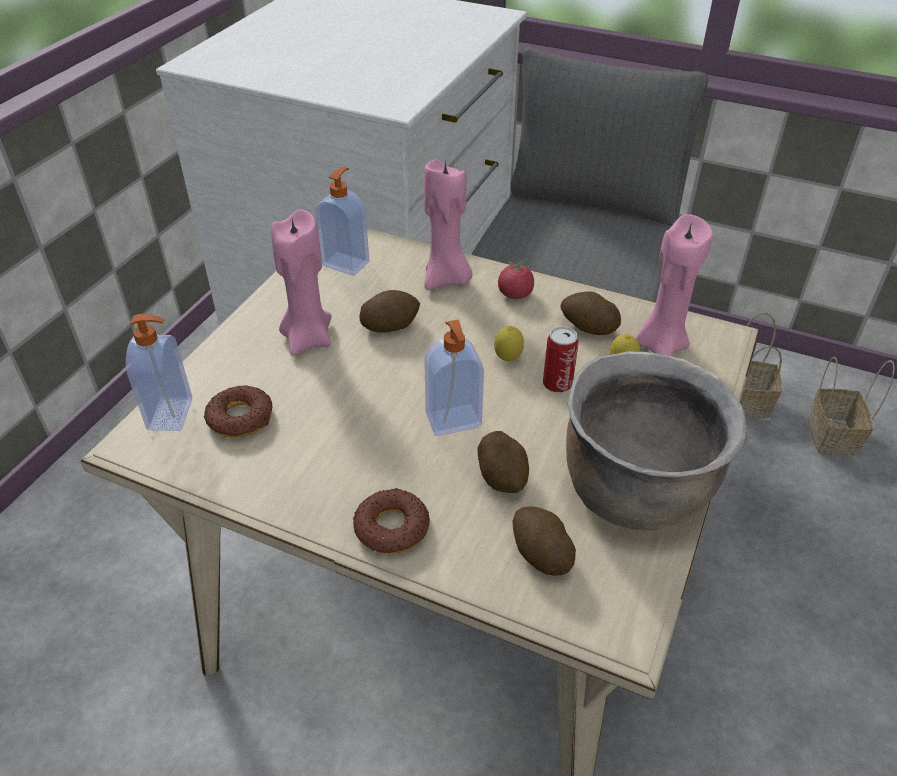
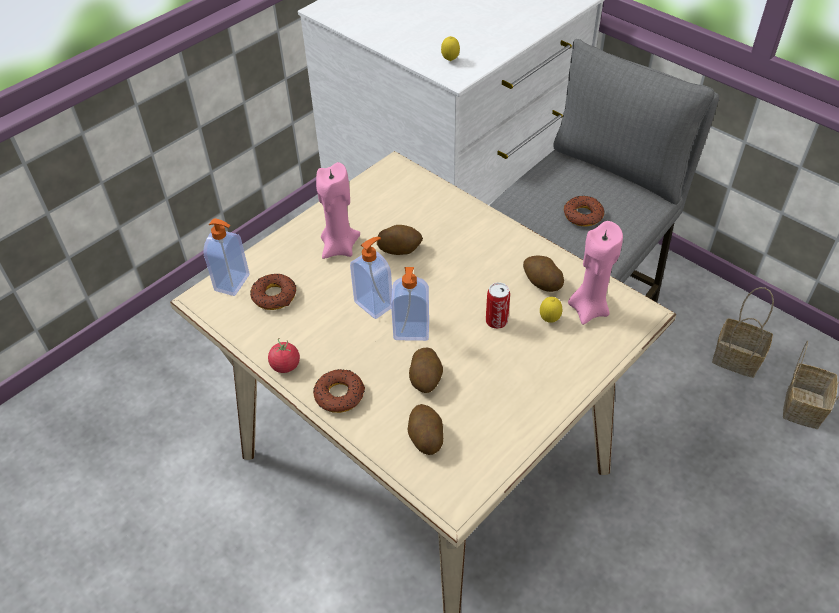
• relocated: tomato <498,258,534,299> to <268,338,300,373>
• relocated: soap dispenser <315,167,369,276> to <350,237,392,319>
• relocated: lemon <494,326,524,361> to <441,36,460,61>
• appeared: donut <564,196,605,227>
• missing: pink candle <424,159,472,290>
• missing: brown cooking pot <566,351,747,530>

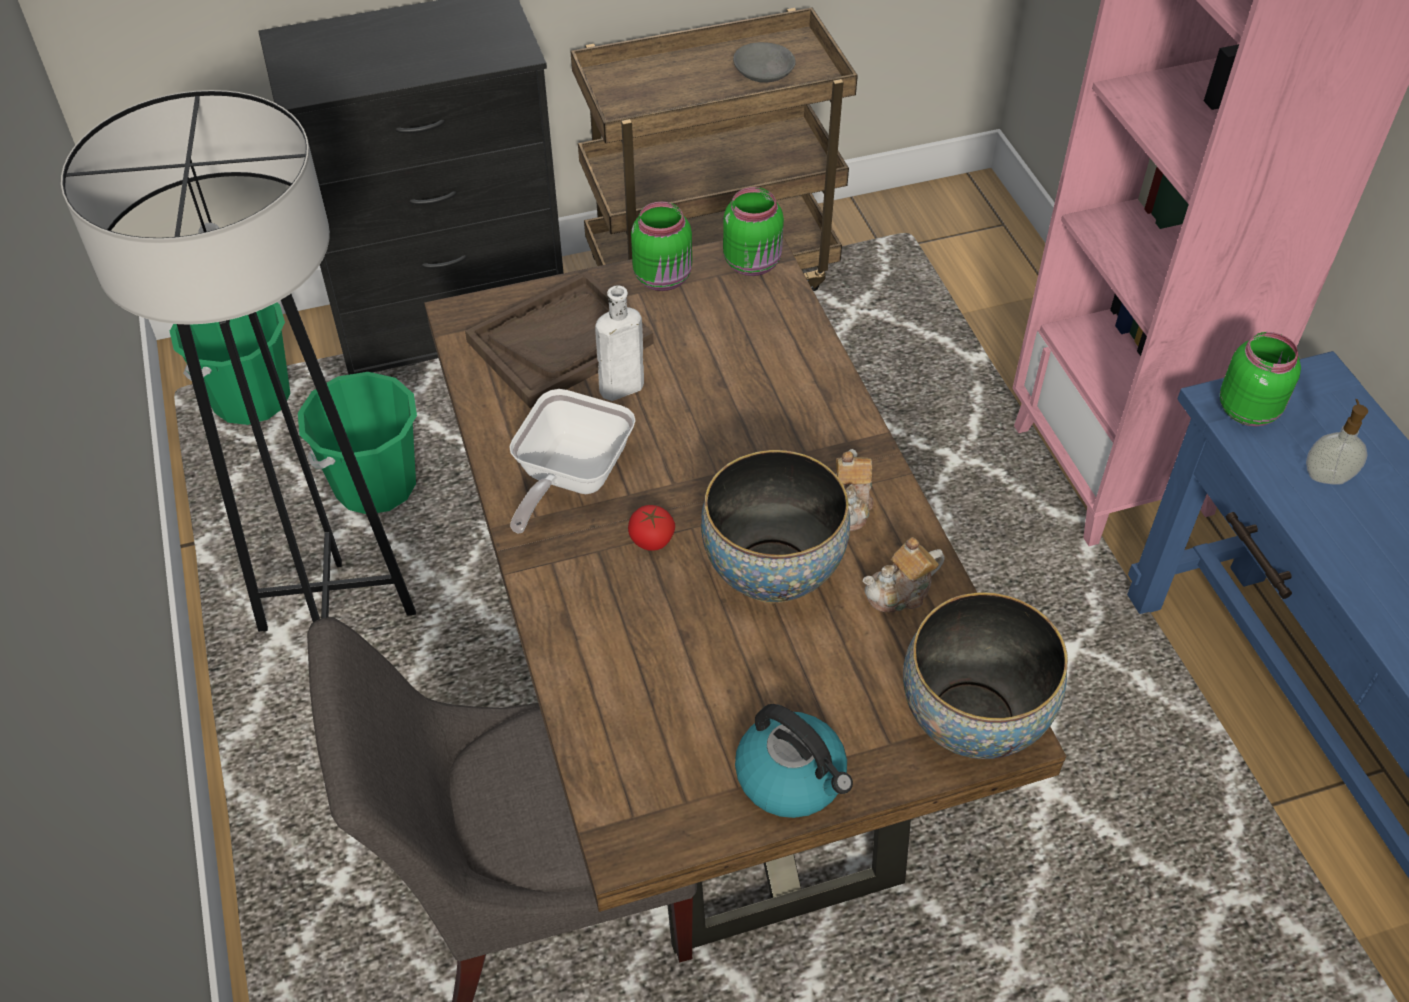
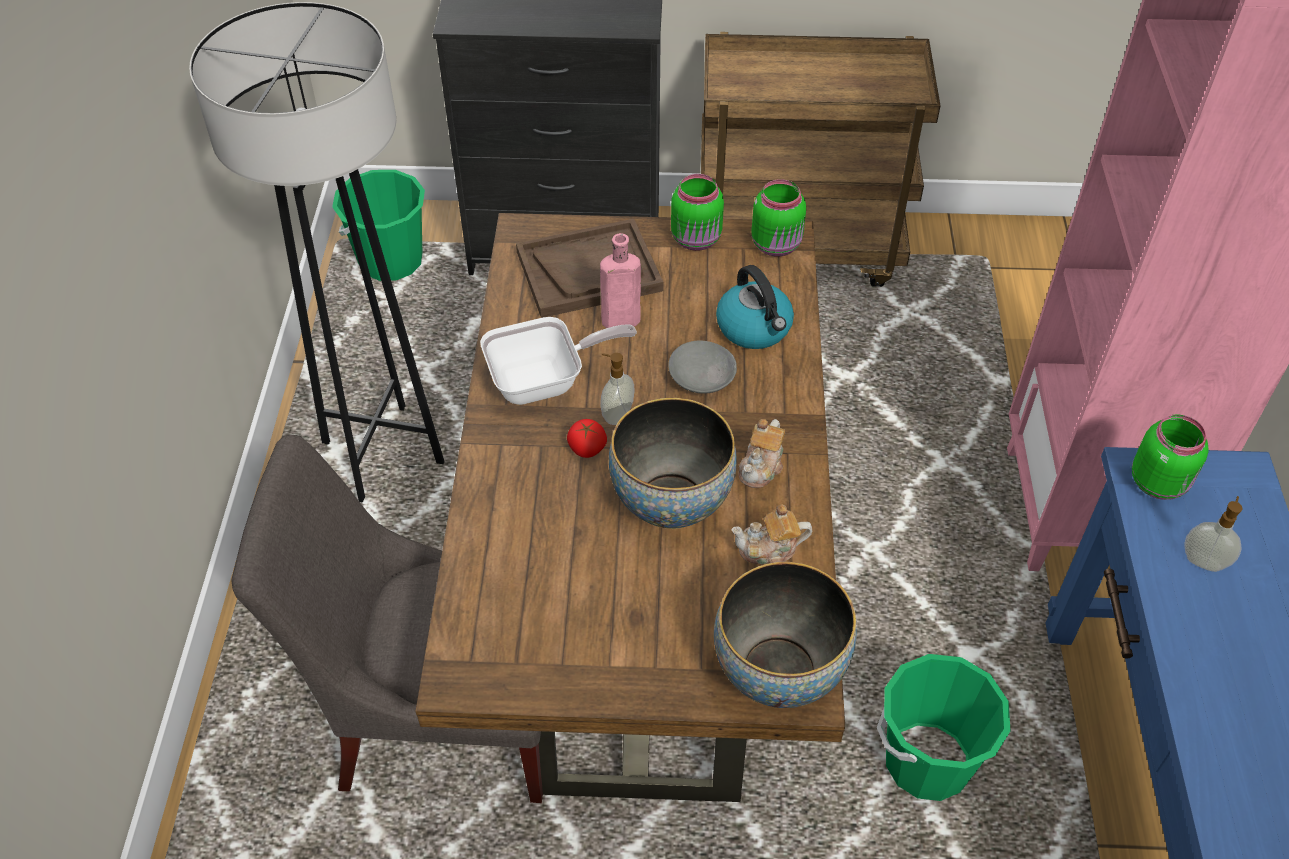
• spun: frying pan <509,389,636,534> = <480,317,637,405> 150 degrees counterclockwise
• colour: white bottle <595,286,644,401> to pink bottle <600,233,641,328>
• appeared: soap dispenser <601,353,635,425>
• relocated: grey bowl <733,42,796,83> to <668,341,737,394>
• relocated: kettle <735,704,853,818> to <716,265,794,349>
• relocated: green bucket <298,372,417,514> to <877,654,1011,801>

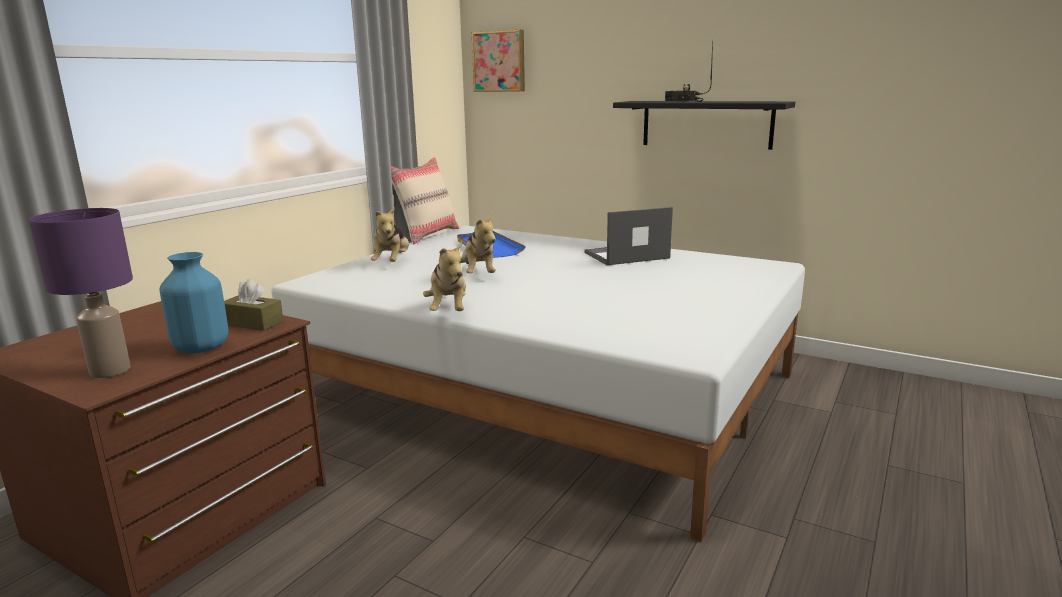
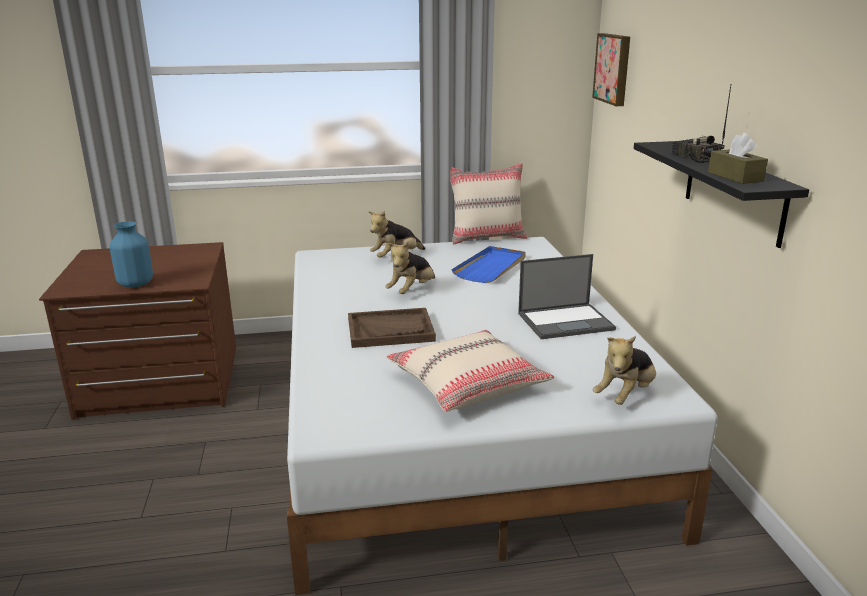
• appeared: brown tray <348,308,436,348>
• appeared: beige pillow <386,330,554,412>
• spun: laptop <584,207,673,265> = <518,254,616,339> 135 degrees clockwise
• relocated: plush toy <423,242,466,311> to <593,336,656,405>
• relocated: brown tissue box <224,279,283,331> to <708,133,768,184>
• missing: purple table lamp <29,208,133,378>

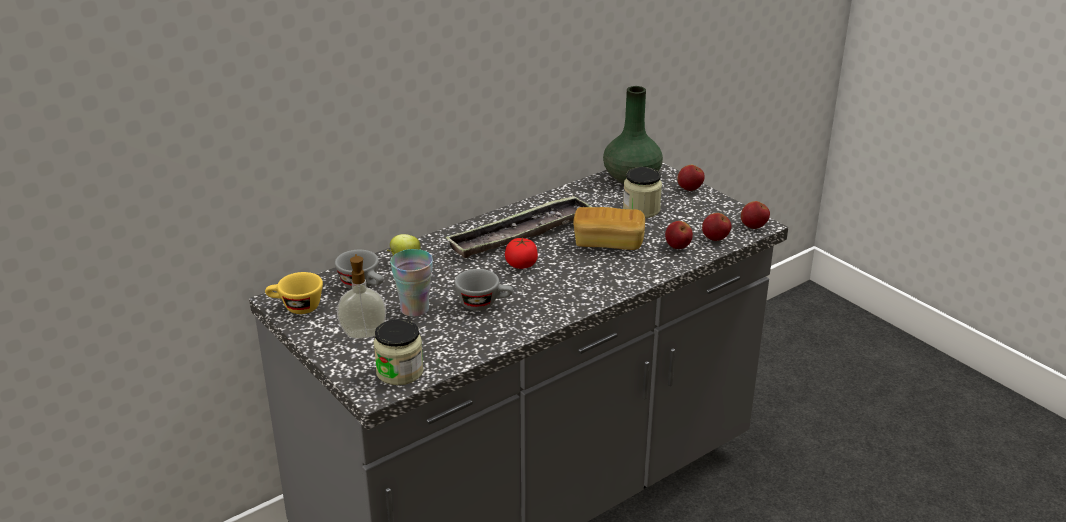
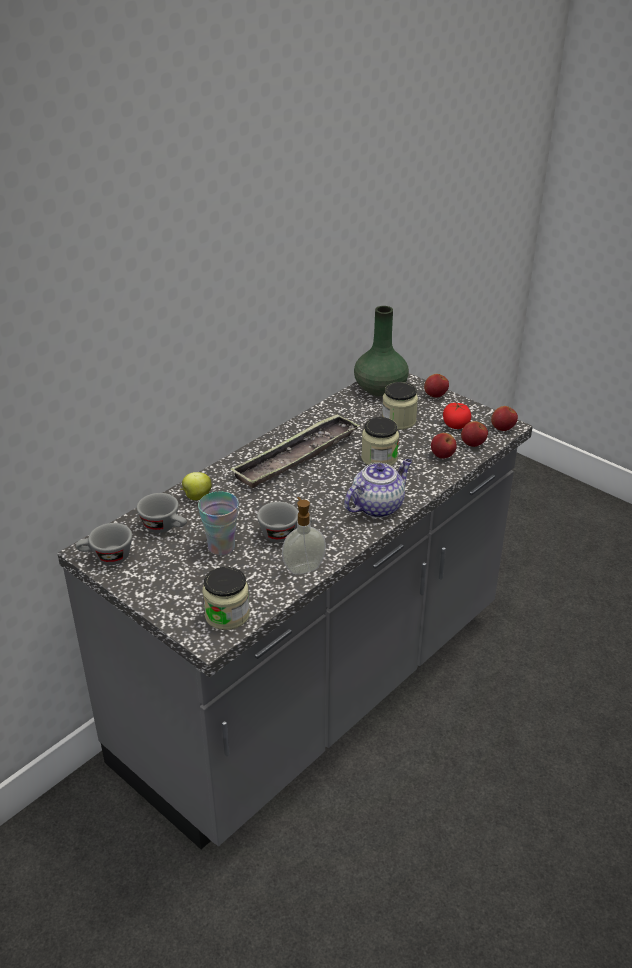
• colour: yellow cup <265,272,323,314> to grey cup <76,523,132,565>
• relocated: soap dispenser <337,254,386,339> to <282,497,326,574>
• appeared: teapot <344,459,412,518>
• exchanged: bread <573,207,645,250> to jar <361,417,399,466>
• relocated: tomato <505,237,538,269> to <443,403,471,429>

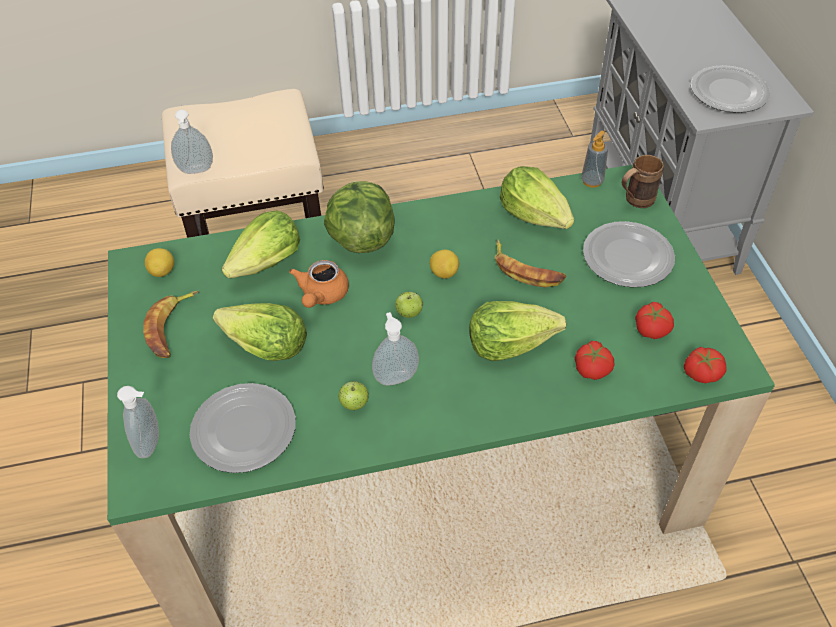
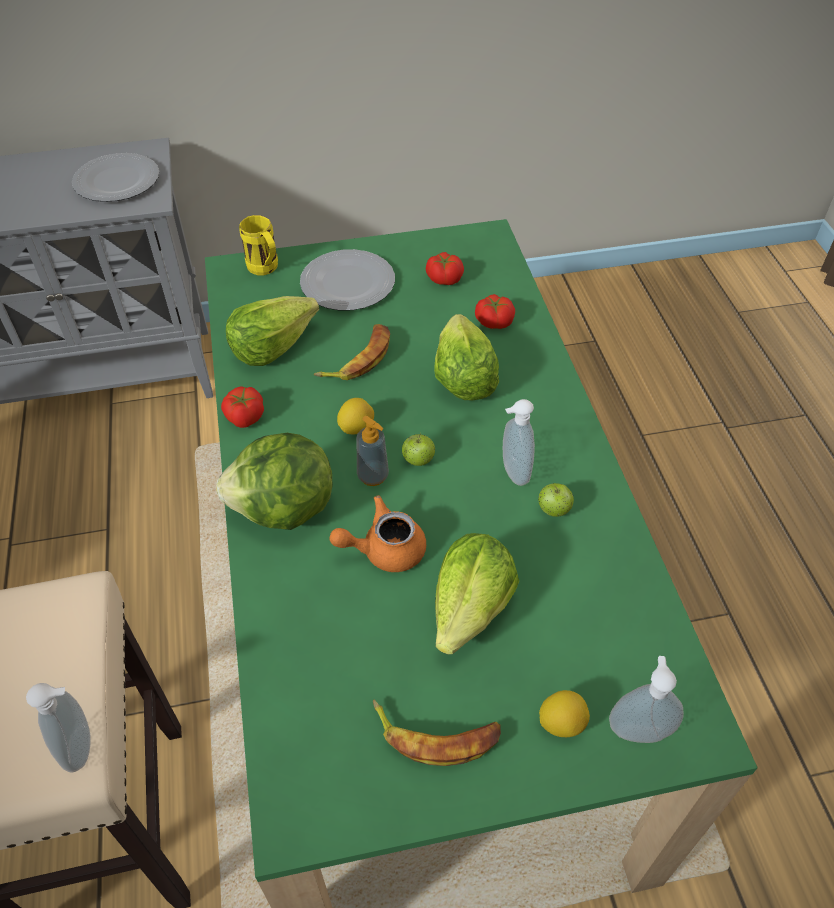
• relocated: tomato <684,347,727,383> to <221,386,264,428>
• colour: brown mug <622,155,664,208> to yellow mug <239,215,278,275>
• spun: orange teapot <289,260,349,308> = <329,496,426,572> 150 degrees clockwise
• relocated: soap dispenser <581,131,608,188> to <357,416,389,486>
• relocated: lemon <145,248,174,277> to <539,690,590,737>
• missing: plate <190,383,296,473>
• missing: lettuce <222,210,300,279>

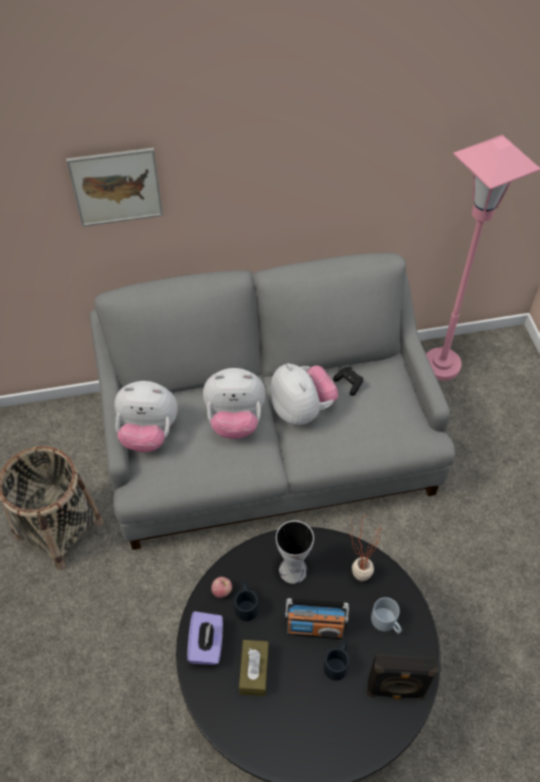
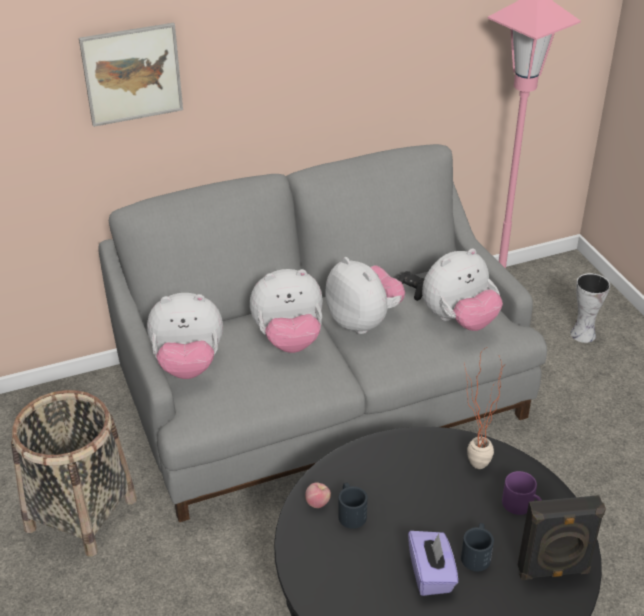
• relocated: purple tissue box <187,611,223,665> to <408,531,458,596>
• appeared: plush toy <422,248,503,331>
• colour: grey mug <371,597,402,634> to purple mug <502,471,542,515>
• relocated: vase <276,520,314,584> to <570,273,610,343>
• missing: brown tissue box <239,640,269,696>
• missing: radio <285,598,349,639>

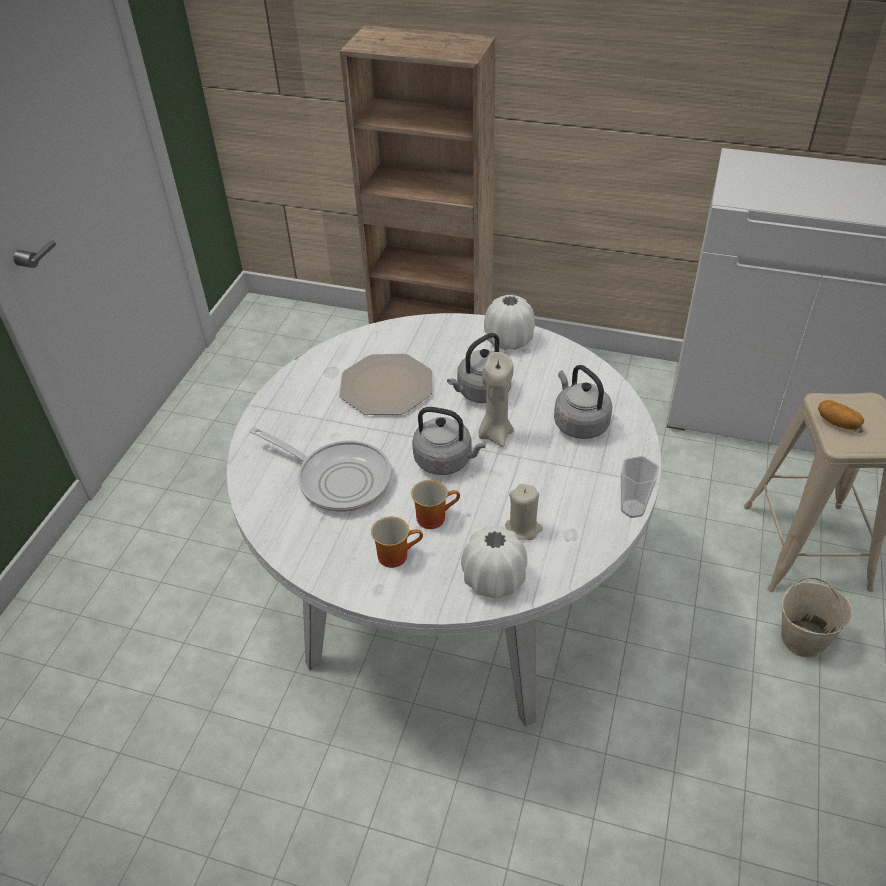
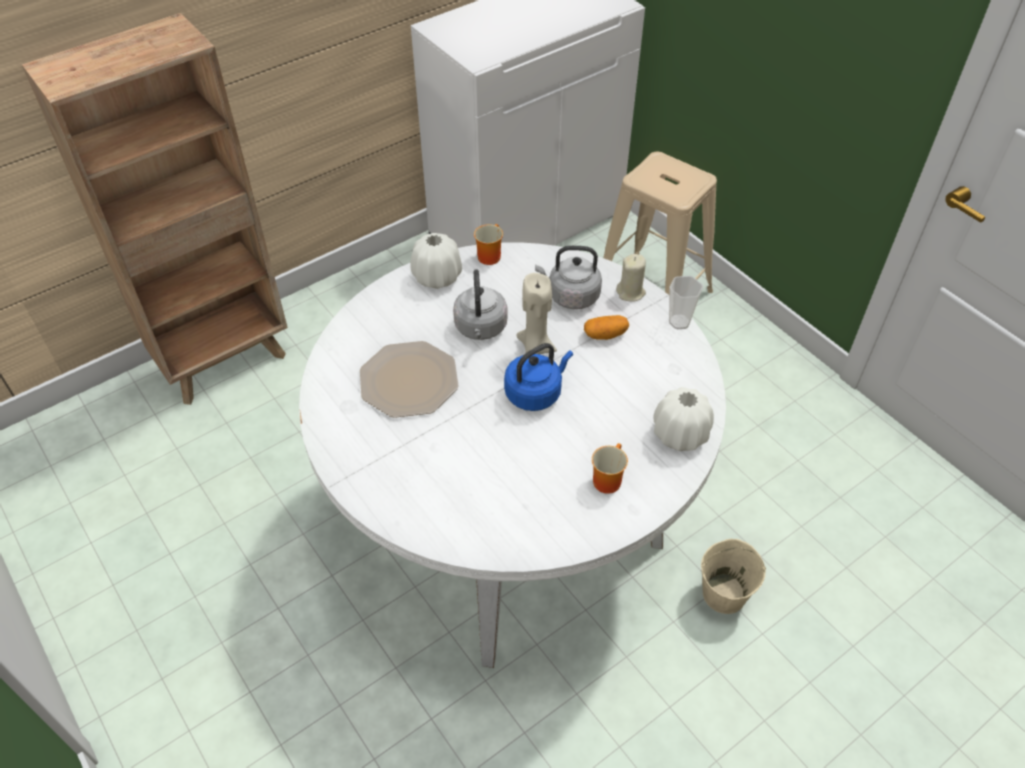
• relocated: mug <411,480,460,529> to <474,224,503,265>
• colour: grey kettle <412,407,486,475> to blue kettle <504,343,573,411>
• relocated: potato <818,400,864,430> to <584,315,629,340>
• relocated: beige candle <505,484,543,540> to <616,254,646,302>
• relocated: beige bucket <781,578,853,657> to <701,539,766,614>
• missing: frying pan <249,427,391,512>

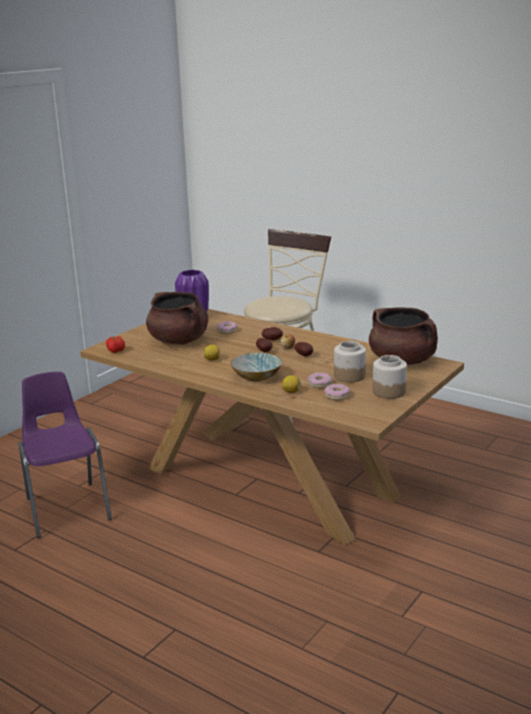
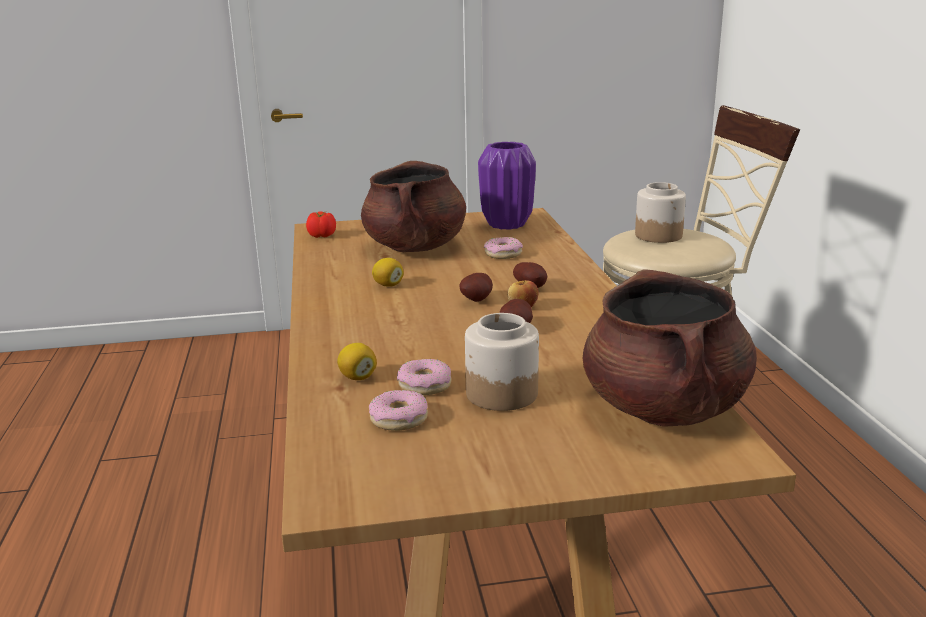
• relocated: jar <373,355,407,399> to <635,182,686,243>
• missing: purple chair <18,372,112,538>
• missing: bowl <231,353,282,382>

